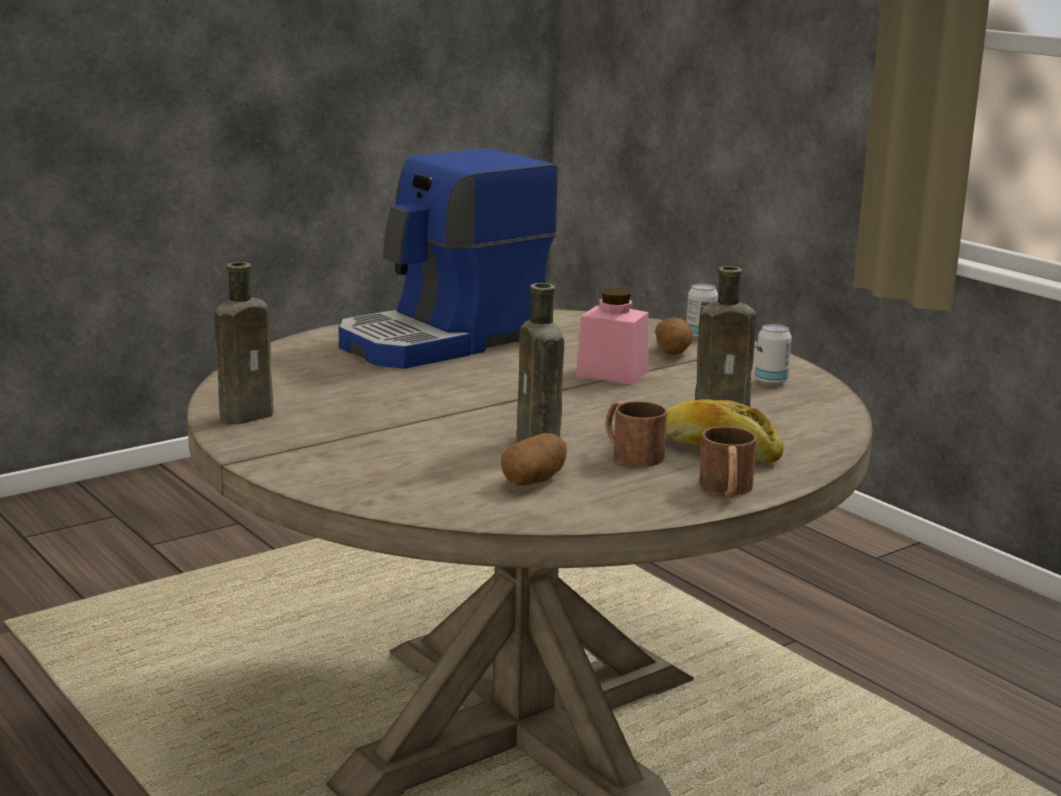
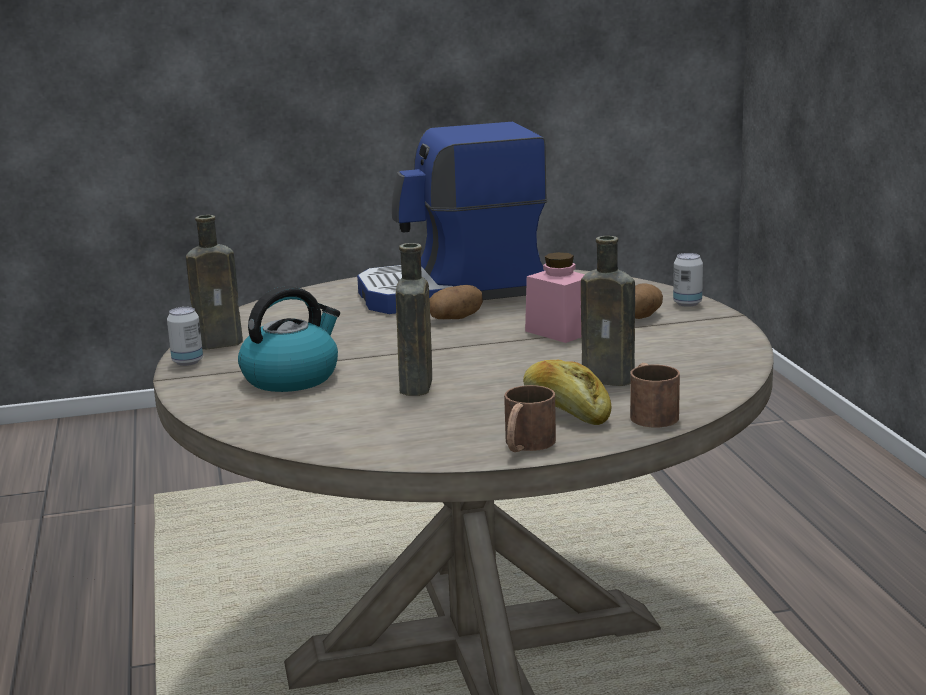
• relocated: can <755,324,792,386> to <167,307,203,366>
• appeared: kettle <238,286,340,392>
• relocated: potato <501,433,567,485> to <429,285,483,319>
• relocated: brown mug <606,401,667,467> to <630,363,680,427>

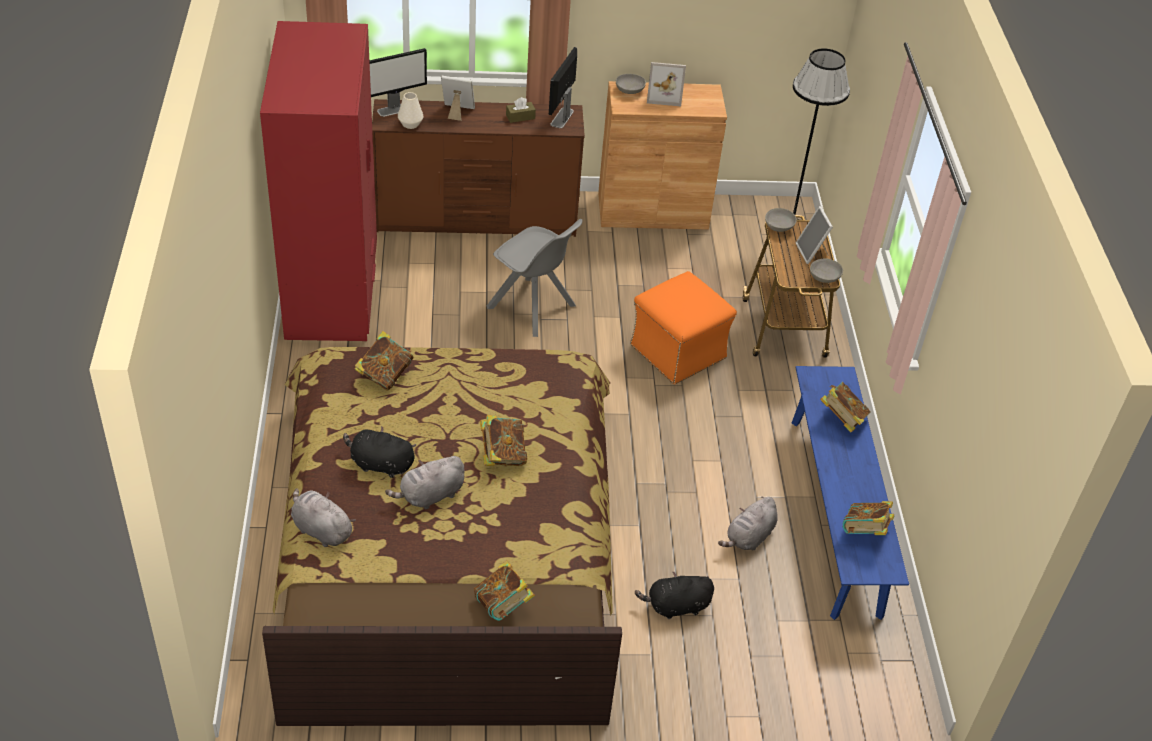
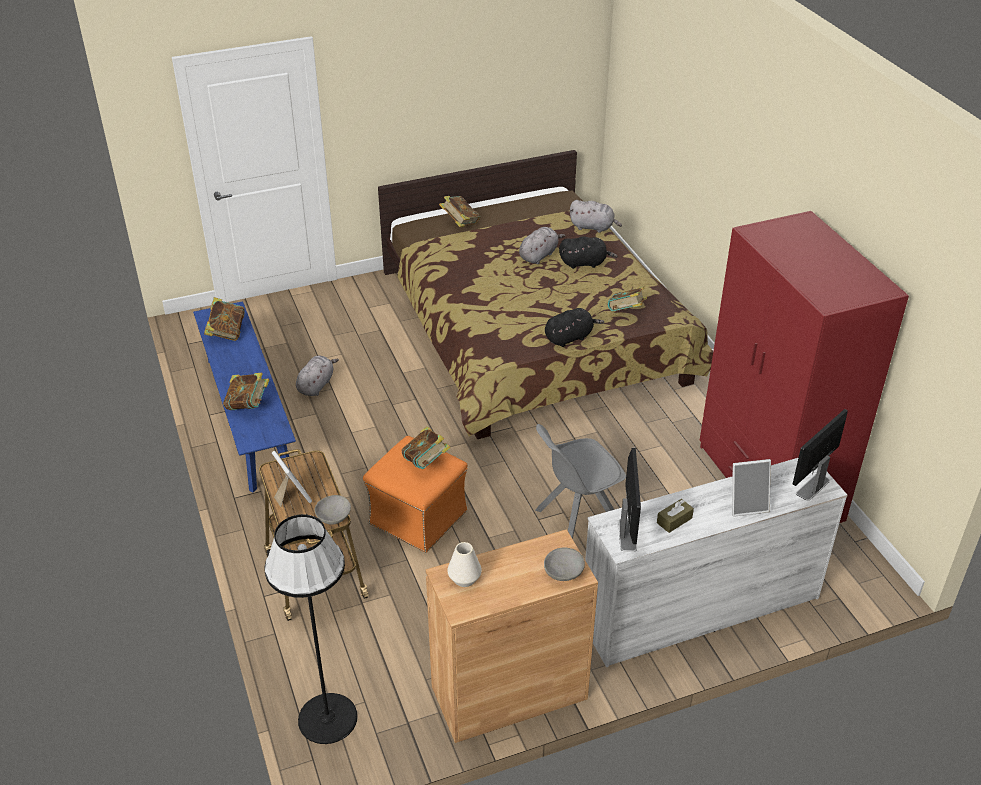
• relocated: book <480,415,527,466> to <402,426,451,469>
• relocated: white vase <398,92,423,129> to <447,542,482,587>
• spun: grey chair <487,219,582,337> = <535,424,626,539> 45 degrees counterclockwise
• relocated: black plush toy <635,571,714,619> to <545,308,604,347>
• colour: brown dresser <372,99,585,237> to white dresser <585,458,847,667>
• missing: picture frame <647,62,686,106>
• missing: grey bowl <810,258,843,283>

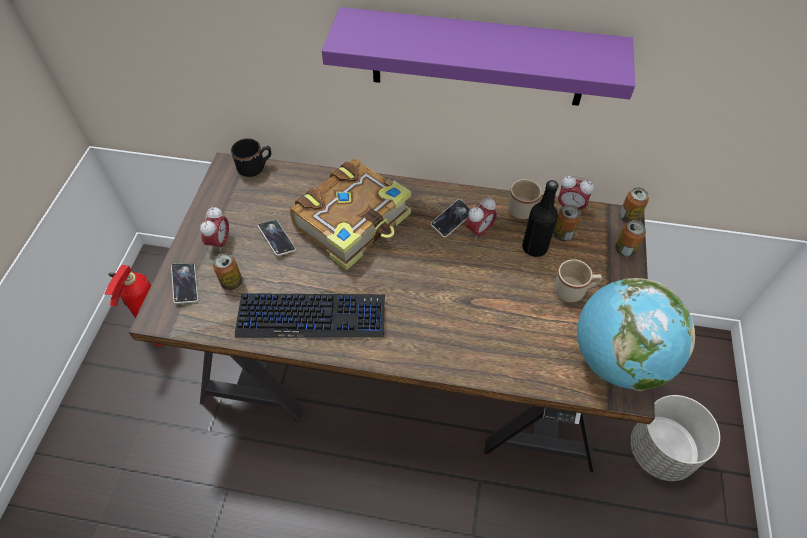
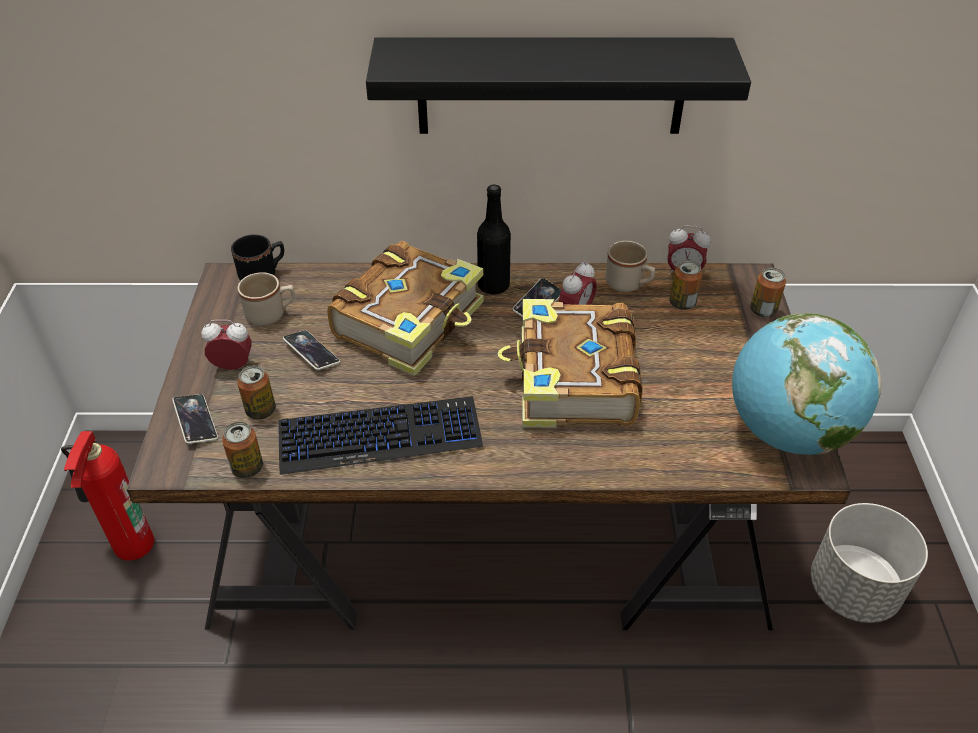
• spun: alarm clock <200,206,229,252> = <201,320,252,370> 90 degrees counterclockwise
• relocated: can <619,187,649,223> to <222,422,263,478>
• relocated: beige mug <553,259,602,302> to <237,272,295,326>
• colour: purple shelf <322,7,635,106> to black shelf <366,37,751,134>
• relocated: black bottle <522,180,558,257> to <477,185,511,294>
• appeared: book <498,299,643,428>

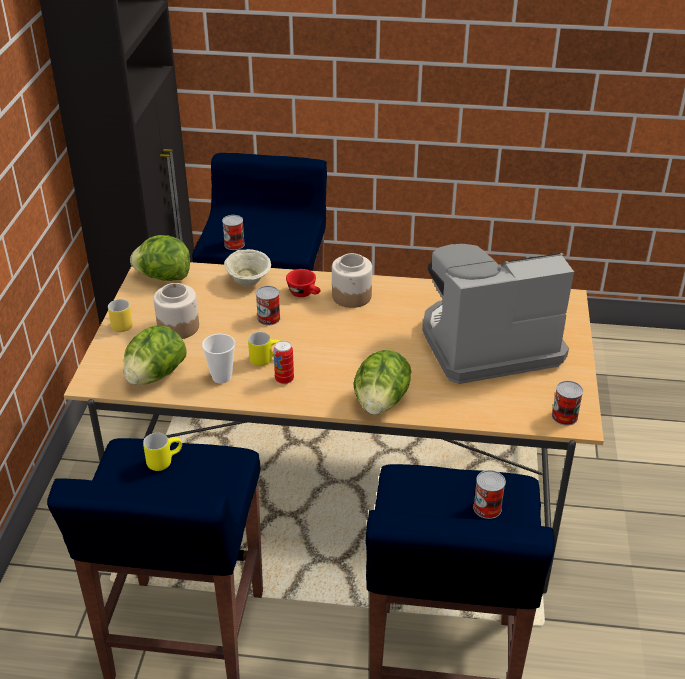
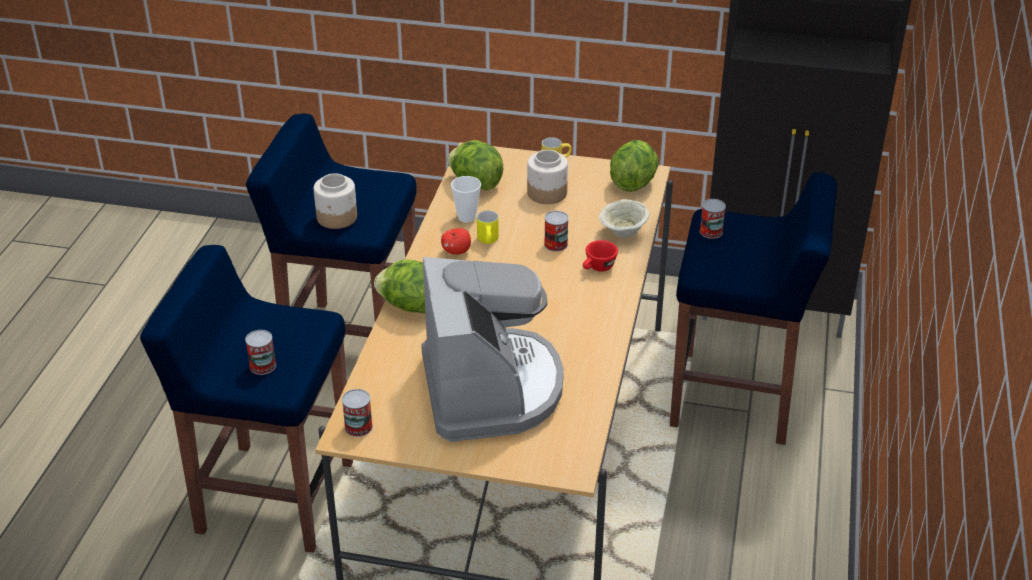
• relocated: jar <332,253,372,308> to <314,173,357,229>
• exchanged: can <274,341,294,384> to apple <441,228,471,255>
• missing: yellow mug <143,433,182,471>

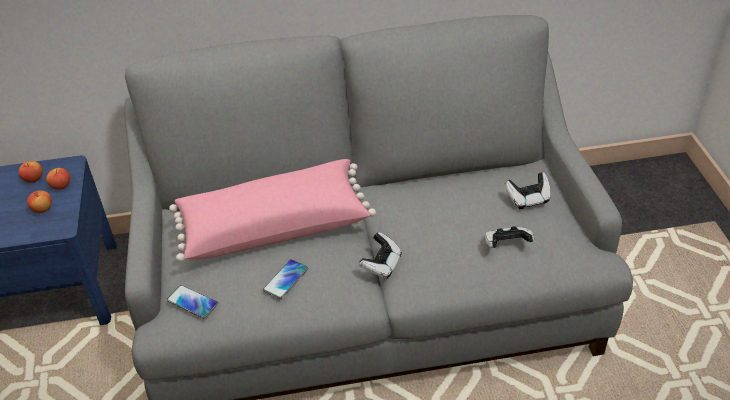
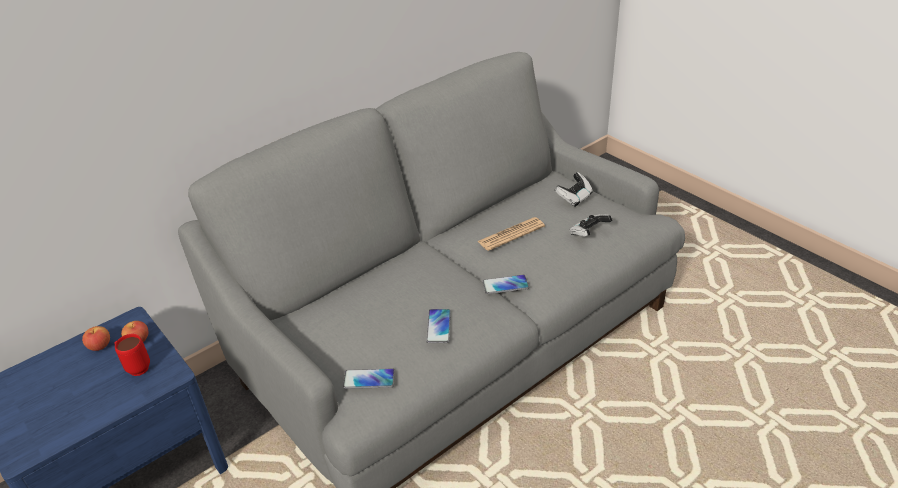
• exchanged: apple <27,190,52,213> to red mug <115,334,150,376>
• appeared: newspaper <478,217,545,251>
• exchanged: game controller <359,232,402,278> to phone <482,275,529,294>
• missing: pink pillow <169,159,376,262>

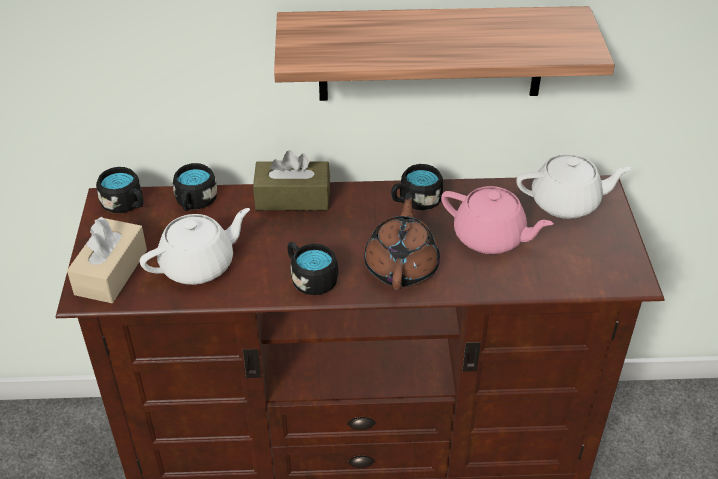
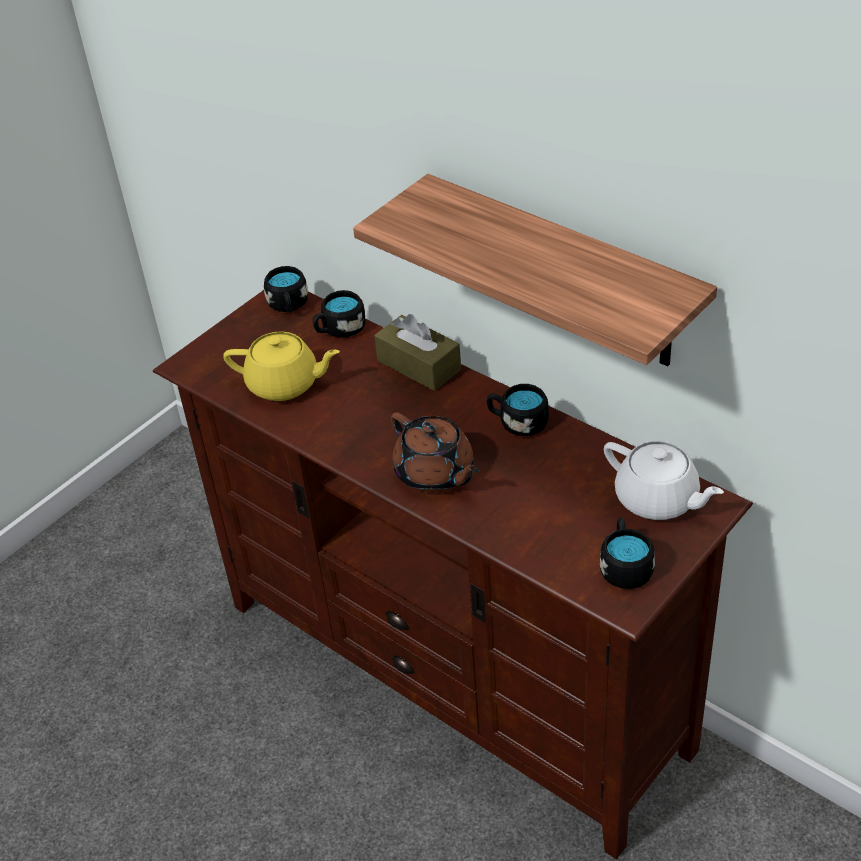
• colour: white teapot <140,208,250,285> to yellow teapot <223,332,340,401>
• spun: brown teapot <364,192,440,290> = <391,412,479,492> 90 degrees clockwise
• relocated: black mug <287,242,338,295> to <600,518,655,589>
• missing: beige tissue box <67,217,147,303>
• missing: pink teapot <441,186,554,254>

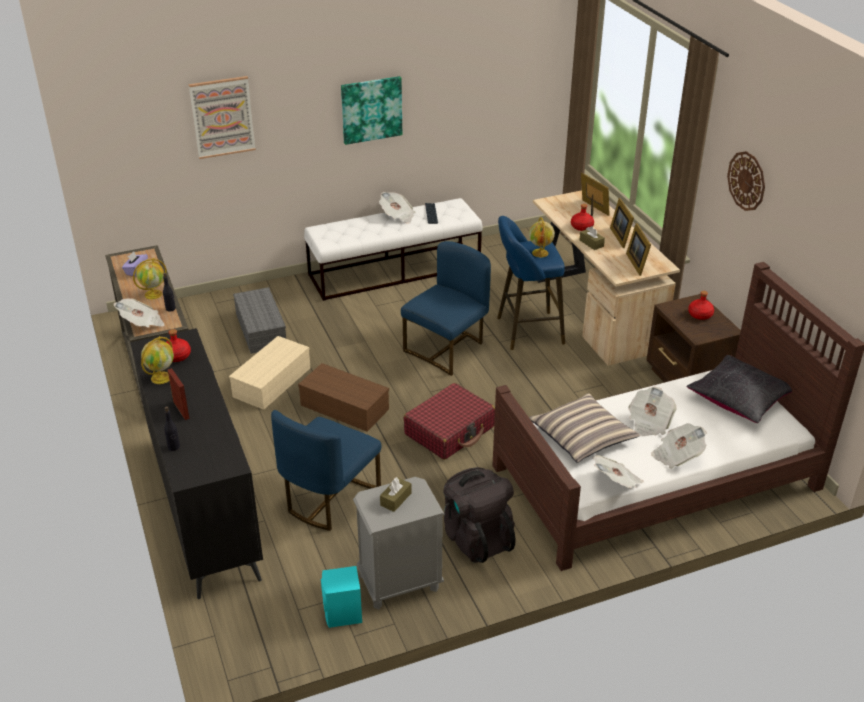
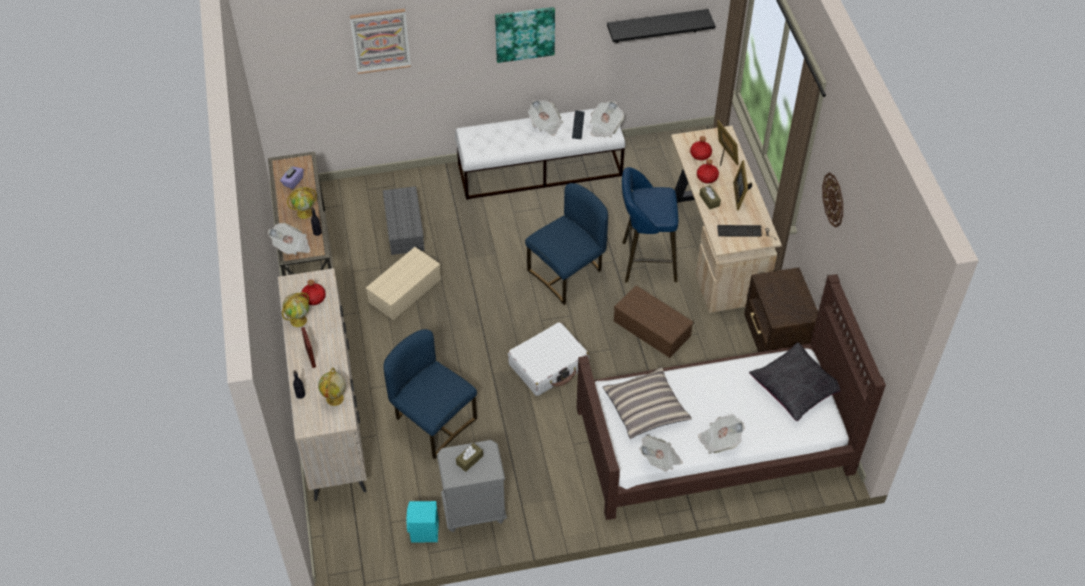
• colour: black dresser <130,328,263,599> to beige dresser <278,268,367,501>
• relocated: globe <529,217,555,257> to <318,368,346,406>
• spun: blue chair <271,410,381,531> = <384,329,477,459> 90 degrees clockwise
• colour: red suitcase <404,383,495,460> to white suitcase <508,322,589,396>
• relocated: newspaper <628,387,677,436> to <590,101,624,138>
• appeared: black shelf <607,9,716,43>
• relocated: brown storage box <298,363,389,431> to <614,285,694,358>
• relocated: red bottle <688,291,714,320> to <690,136,712,160>
• exchanged: picture frame <626,223,651,276> to keyboard <717,225,777,240>
• missing: black backpack <443,467,515,563>

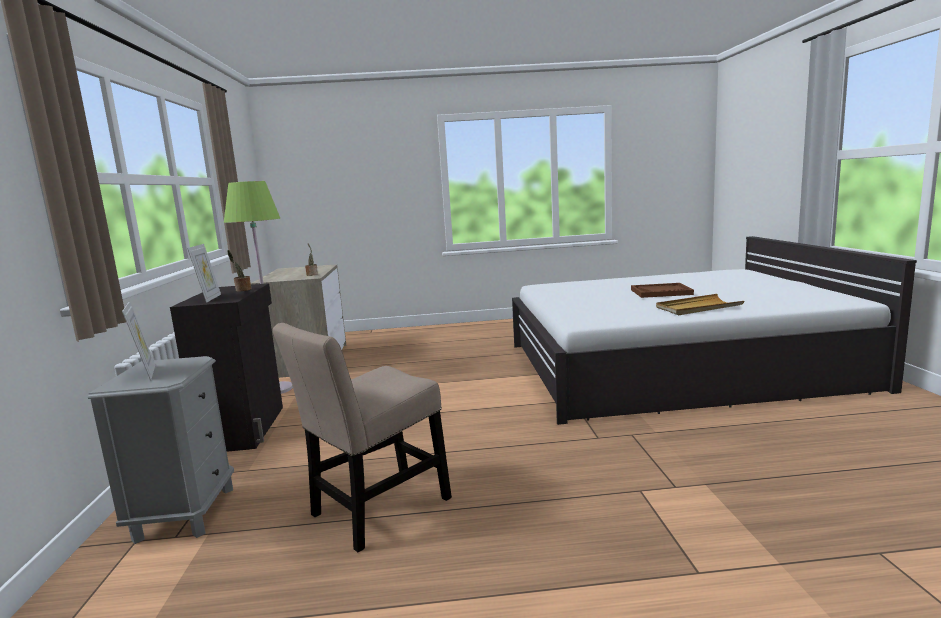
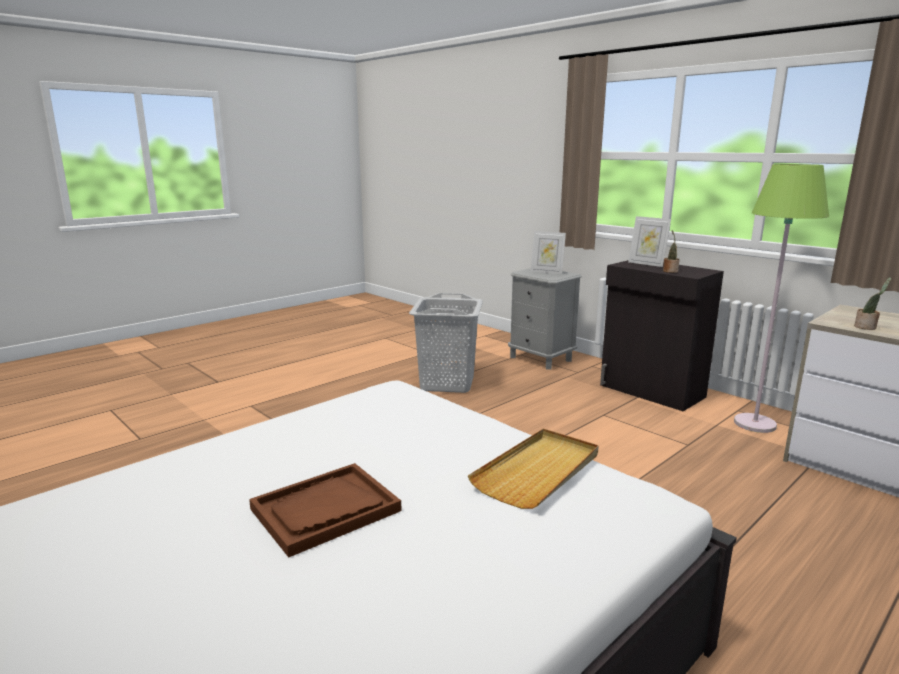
• exchanged: beige chair <273,323,452,552> to grey laundry basket <409,293,483,393>
• relocated: beige tray <656,294,744,315> to <468,429,599,509>

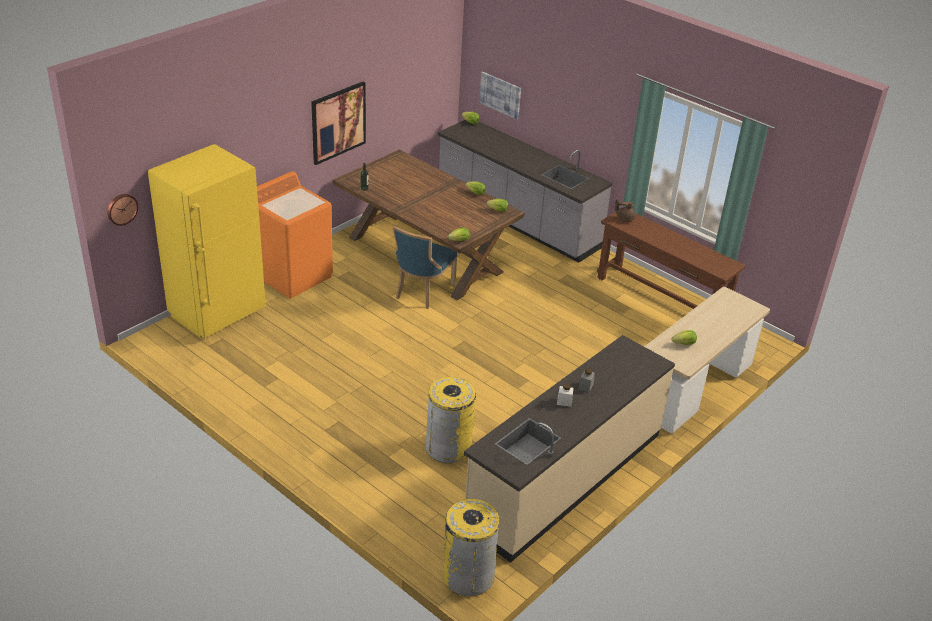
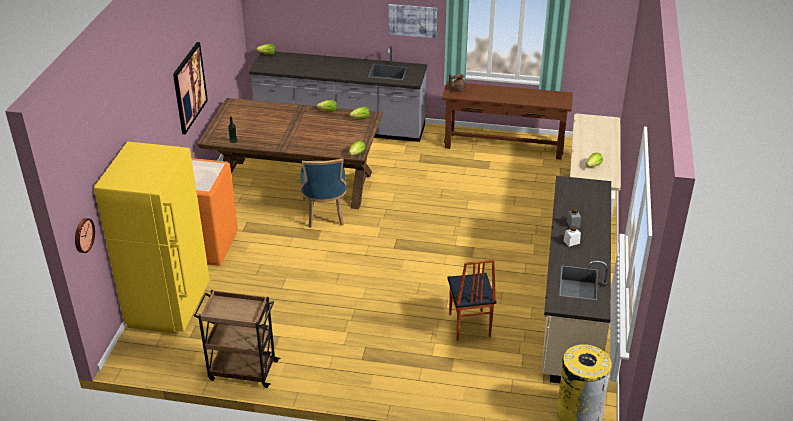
• appeared: brown cart <194,290,280,388>
• relocated: picture <479,72,521,120> to <389,4,437,38>
• exchanged: yellow trash can <425,377,476,463> to chair <447,260,496,341>

